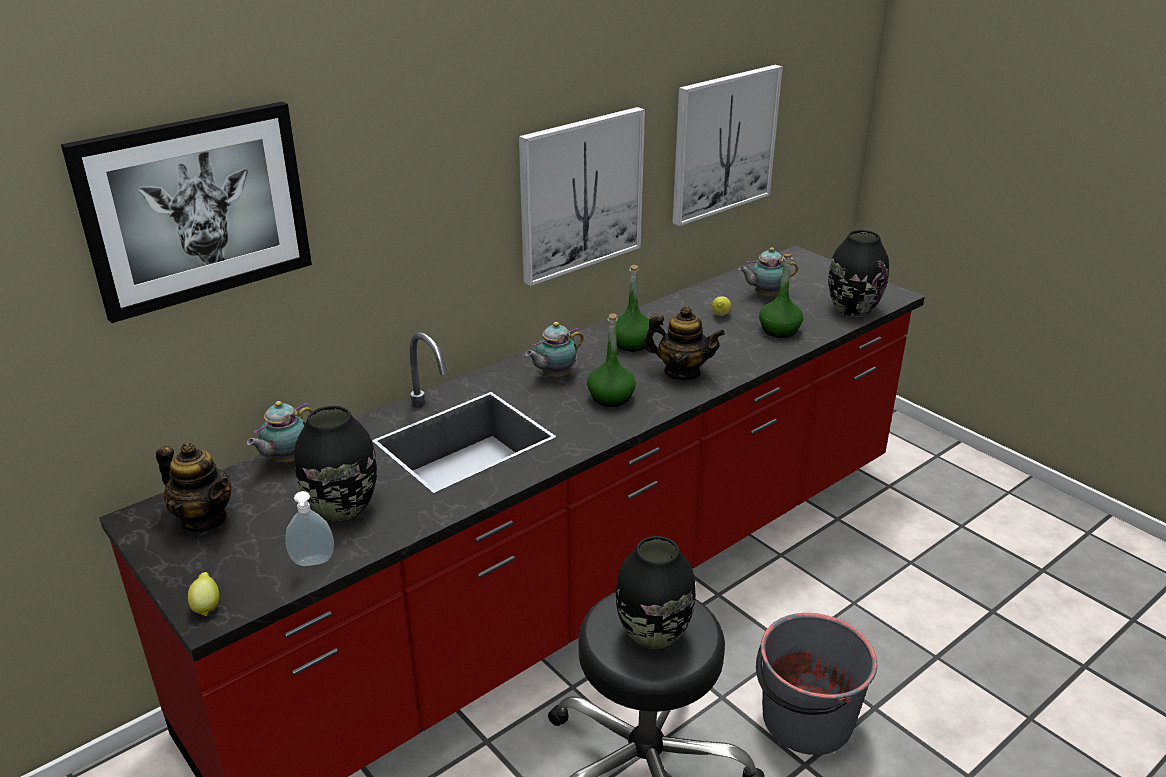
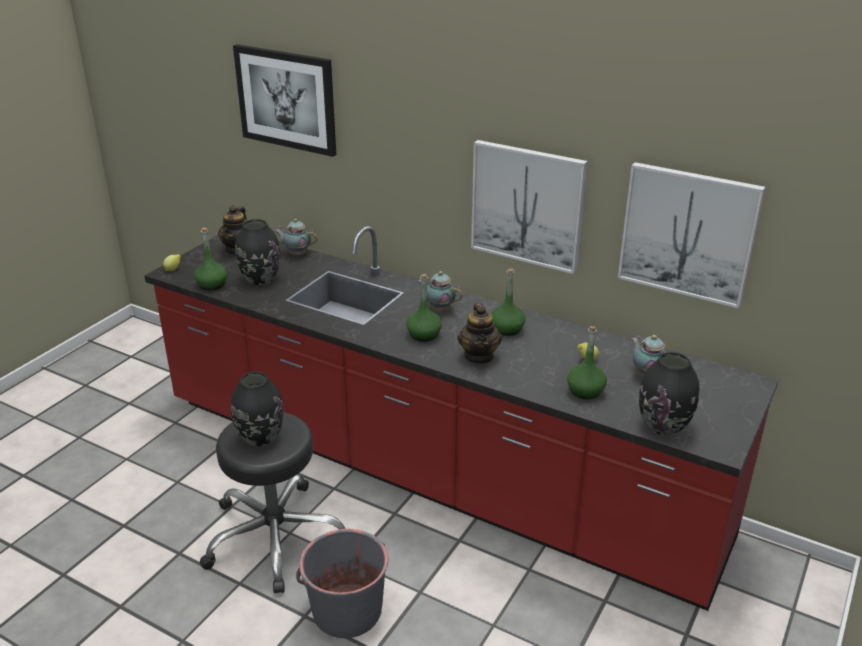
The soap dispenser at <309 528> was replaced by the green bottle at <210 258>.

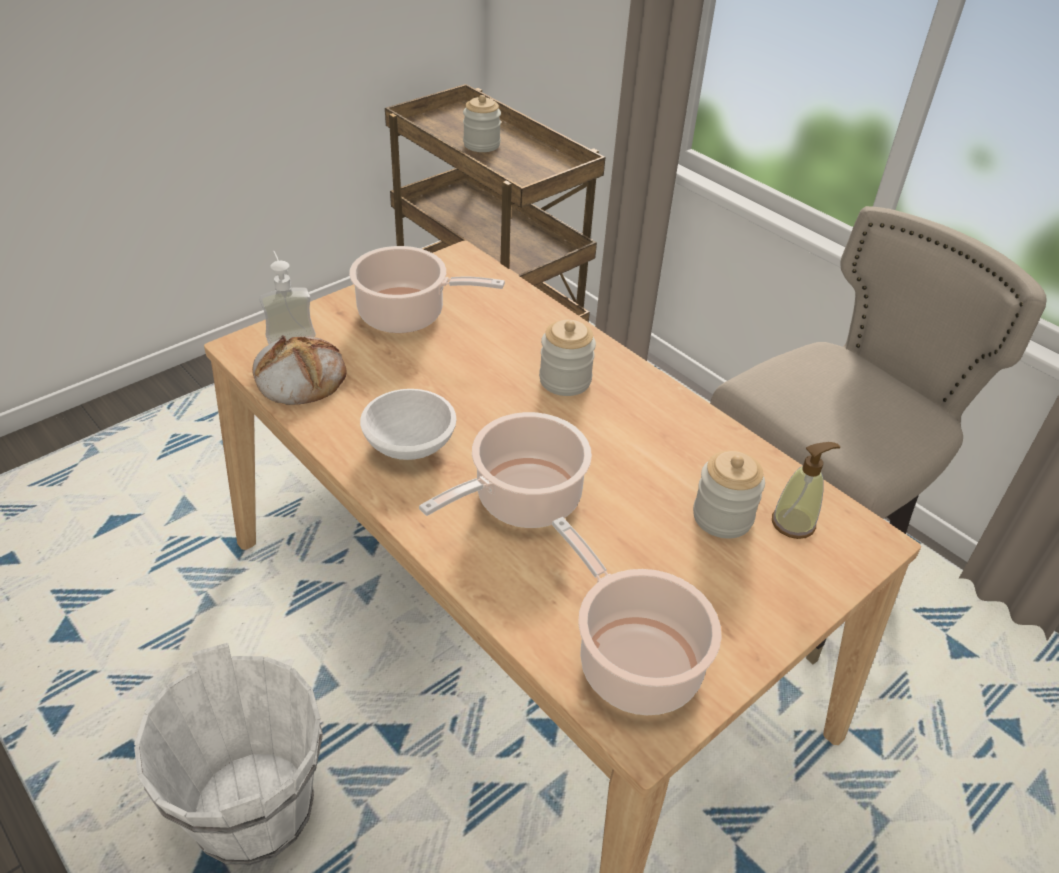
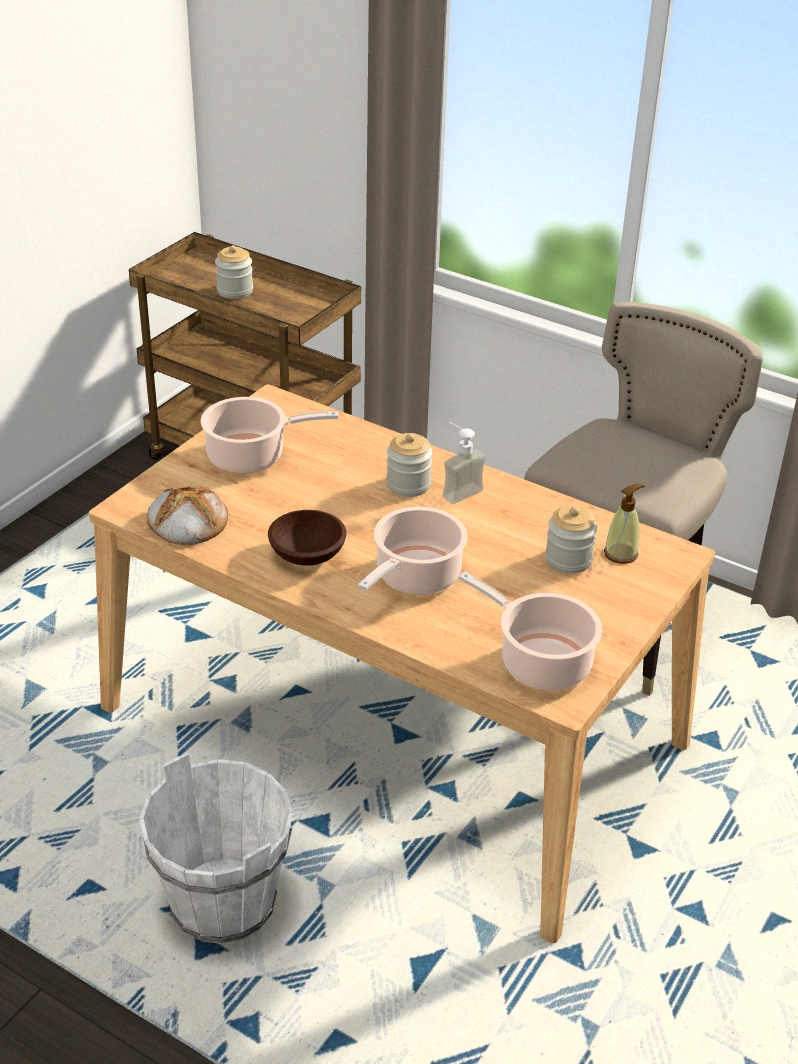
The white bowl at <408 424> became the brown bowl at <307 538>. The soap dispenser moved from <287 297> to <464 463>.

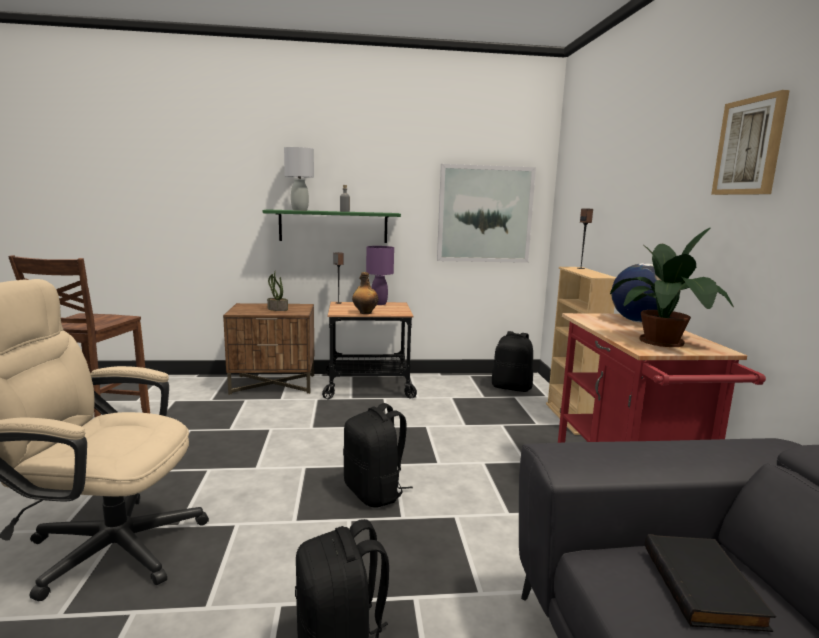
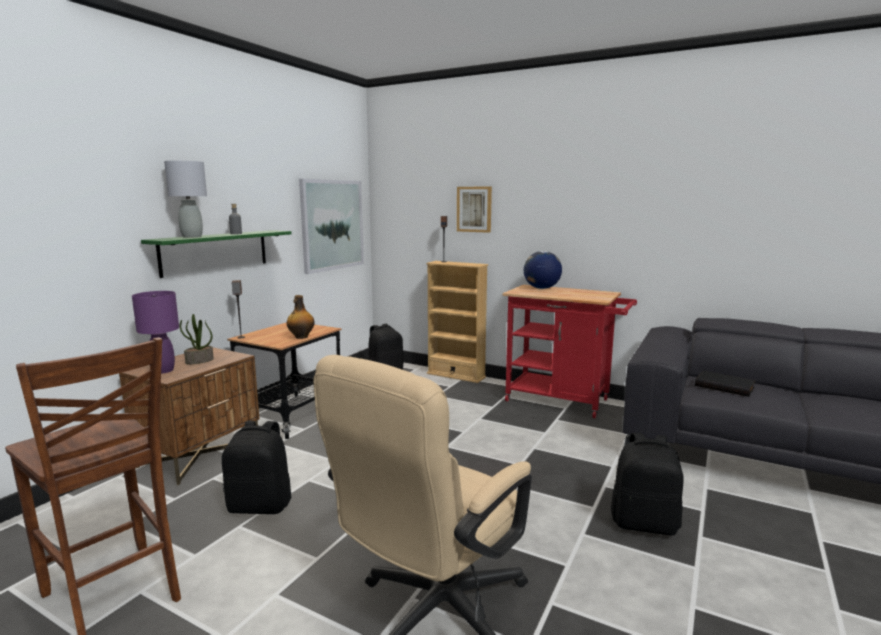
The purple table lamp moved from <380 275> to <155 332>. The black backpack moved from <378 455> to <256 467>. The picture moved from <750 142> to <474 209>. The potted plant at <672 287> disappeared.

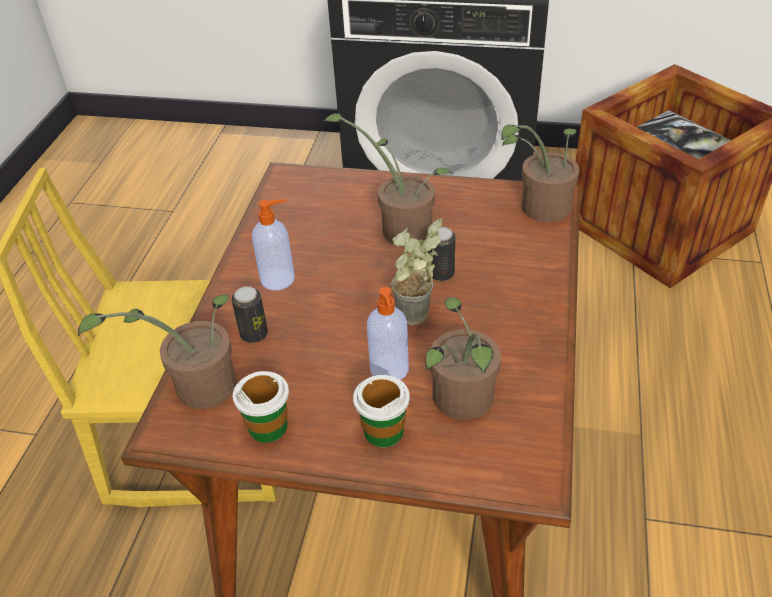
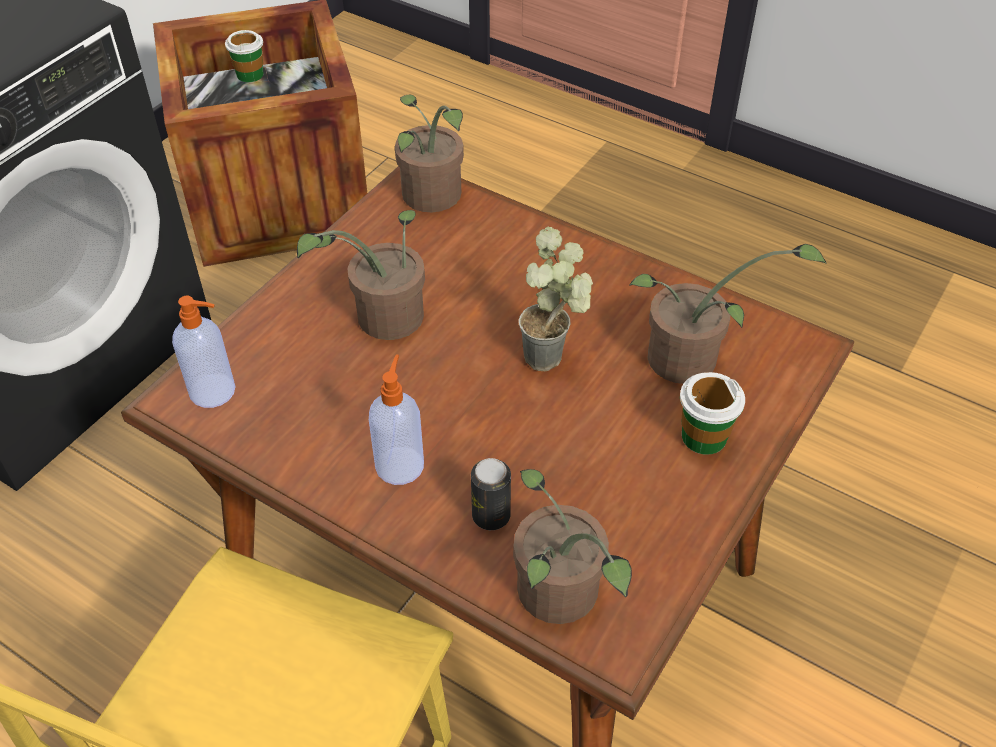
The soap dispenser moved from <388 333> to <204 352>. The cup moved from <261 407> to <244 56>. The can at <441 254> disappeared.

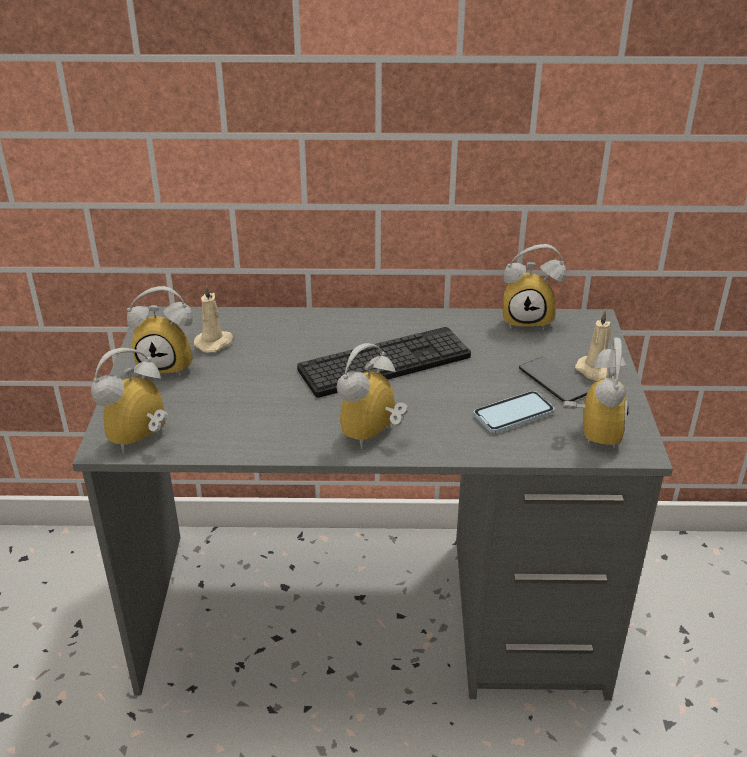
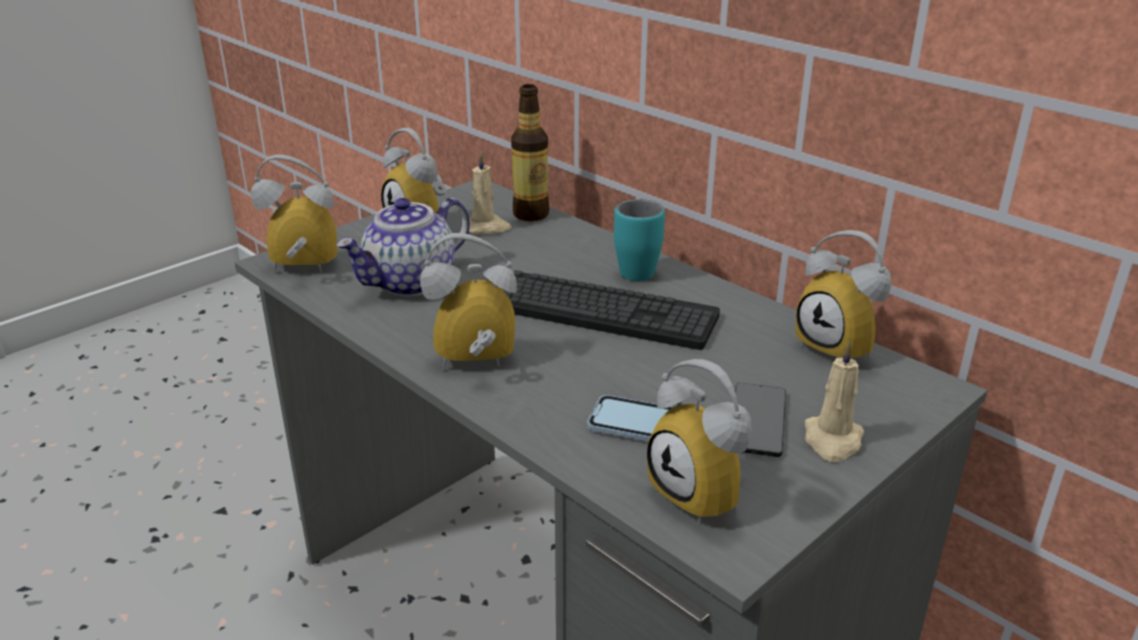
The teapot at <403 247> appeared. The bottle at <530 152> appeared. The turquoise mug at <639 240> appeared. The alarm clock at <596 393> turned 90 degrees clockwise.

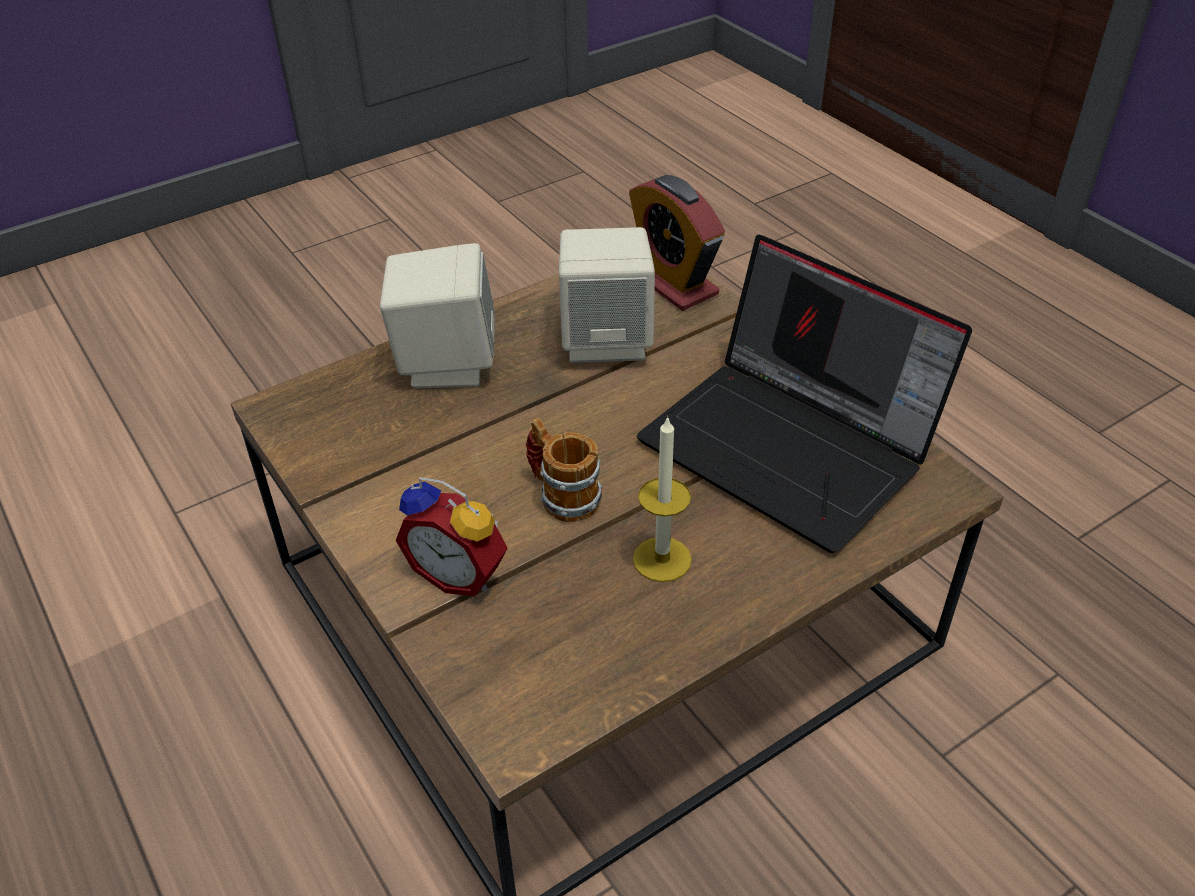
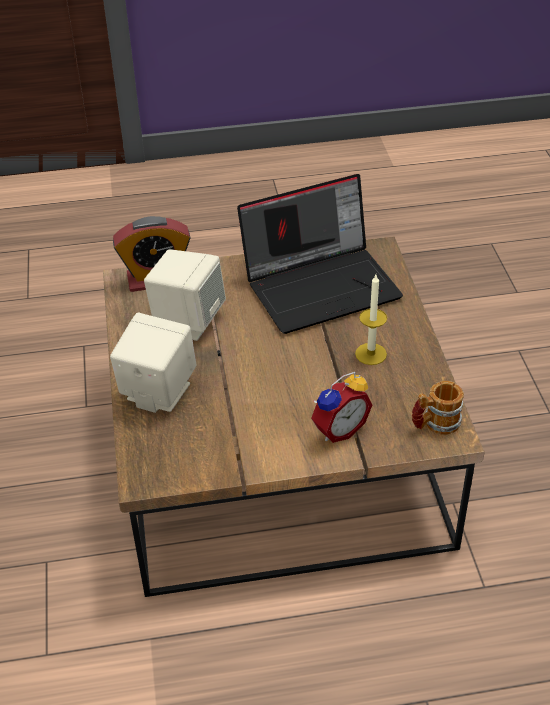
The mug moved from <564 470> to <438 408>.

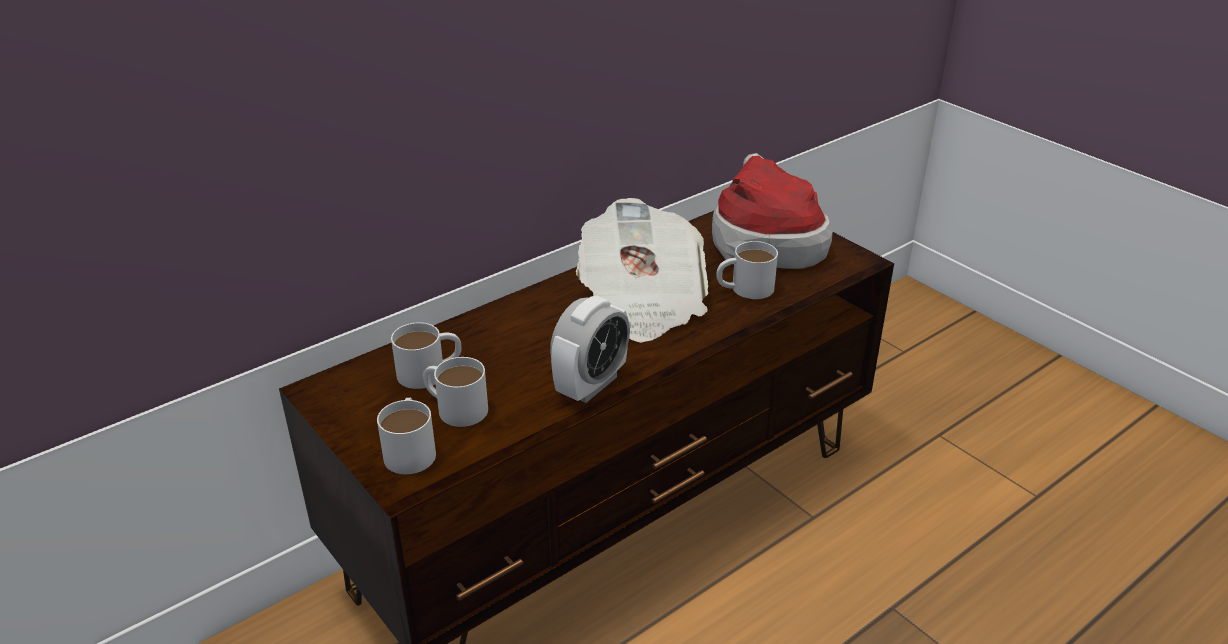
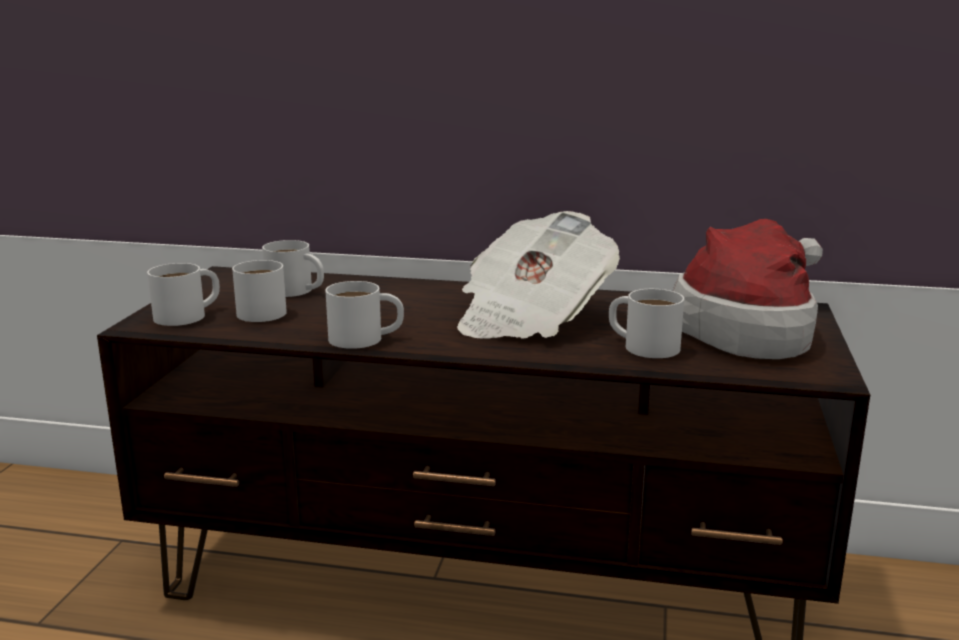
The alarm clock at <590 349> was replaced by the white mug at <364 315>.

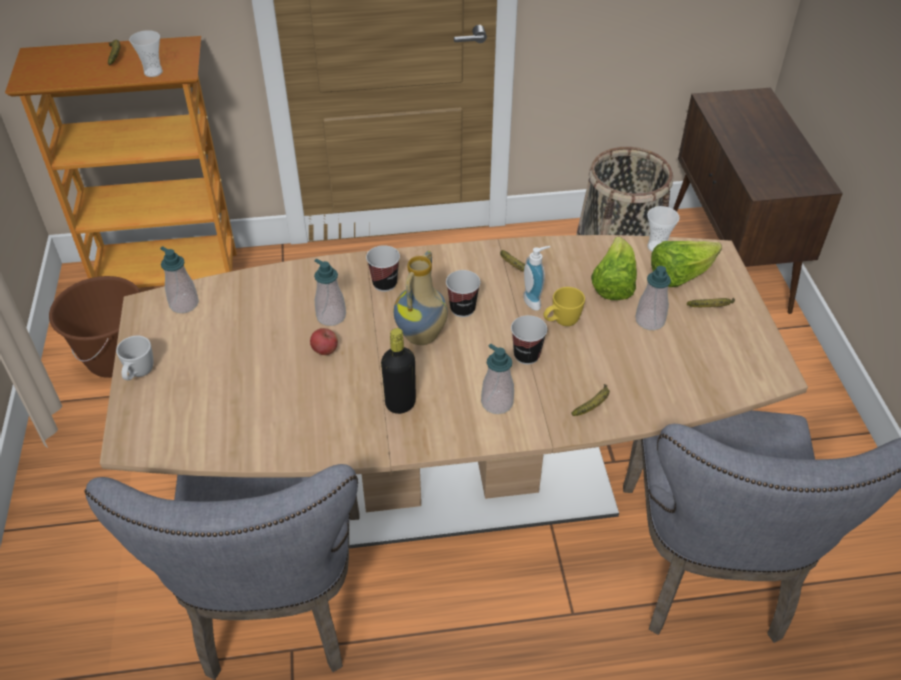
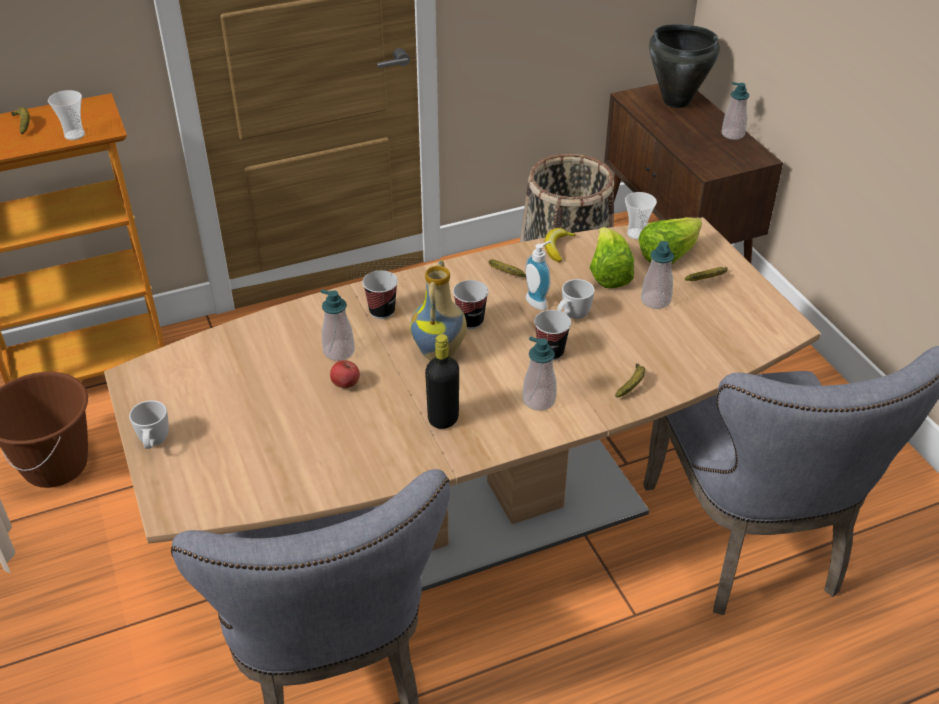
The banana at <560 245> appeared. The yellow mug at <564 306> became the white mug at <576 299>. The black cooking pot at <684 66> appeared. The soap dispenser moved from <179 279> to <735 111>.

